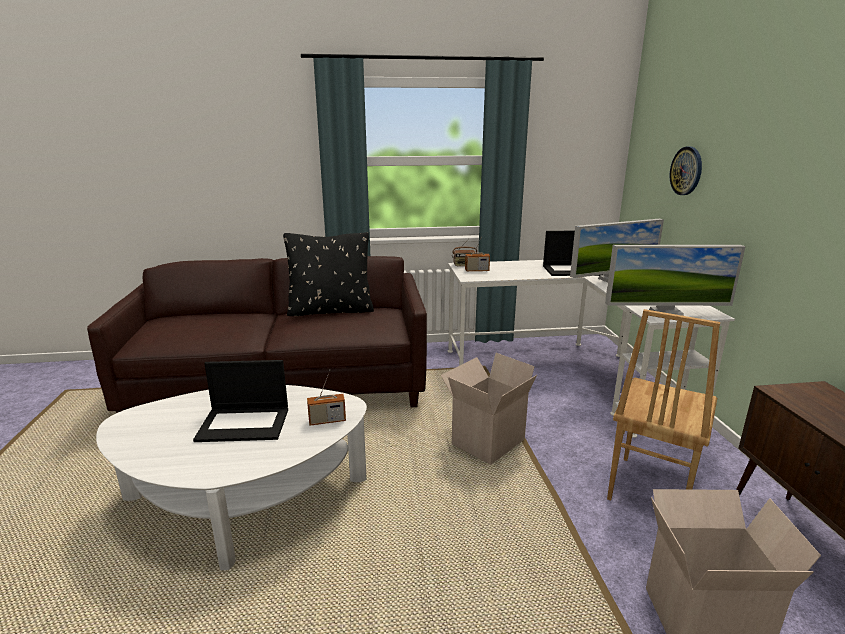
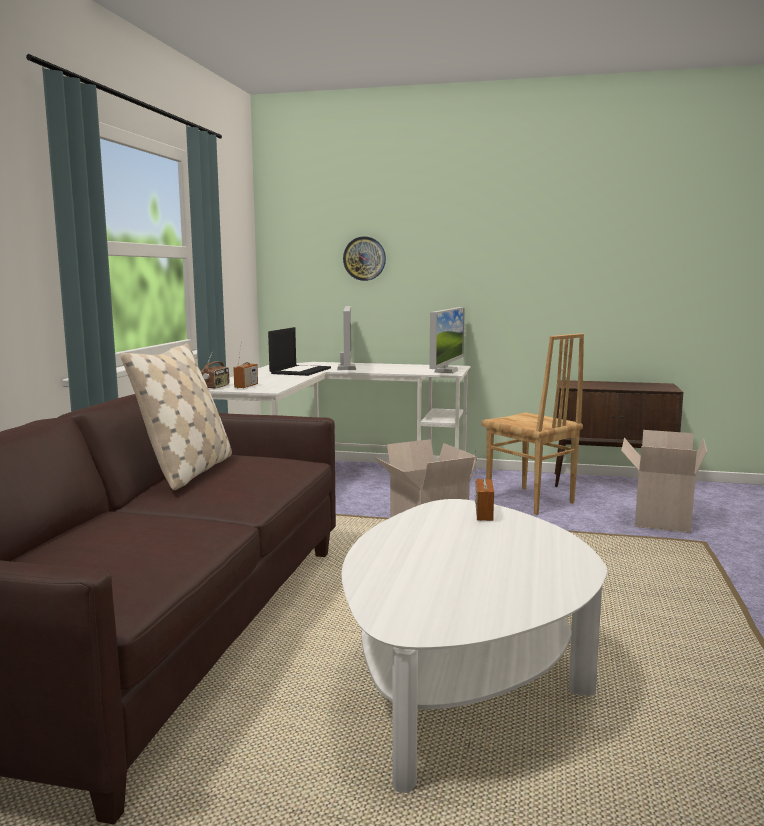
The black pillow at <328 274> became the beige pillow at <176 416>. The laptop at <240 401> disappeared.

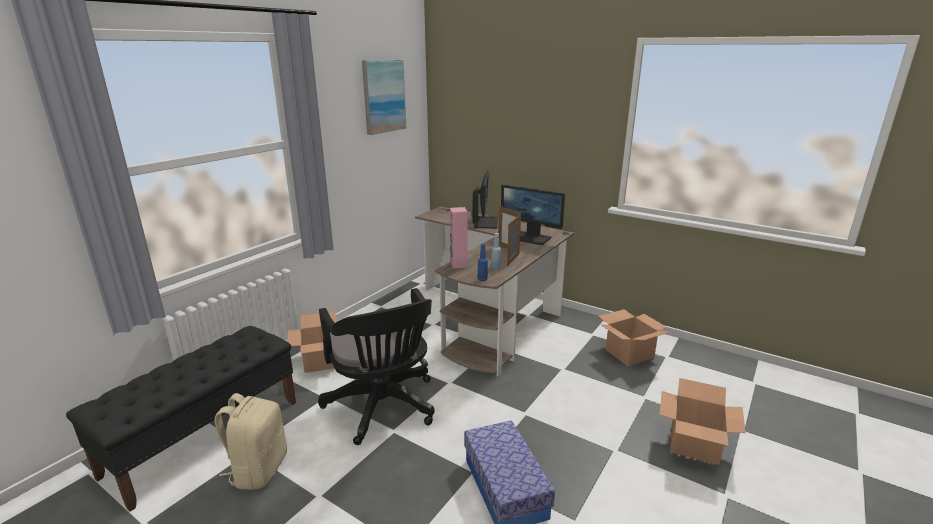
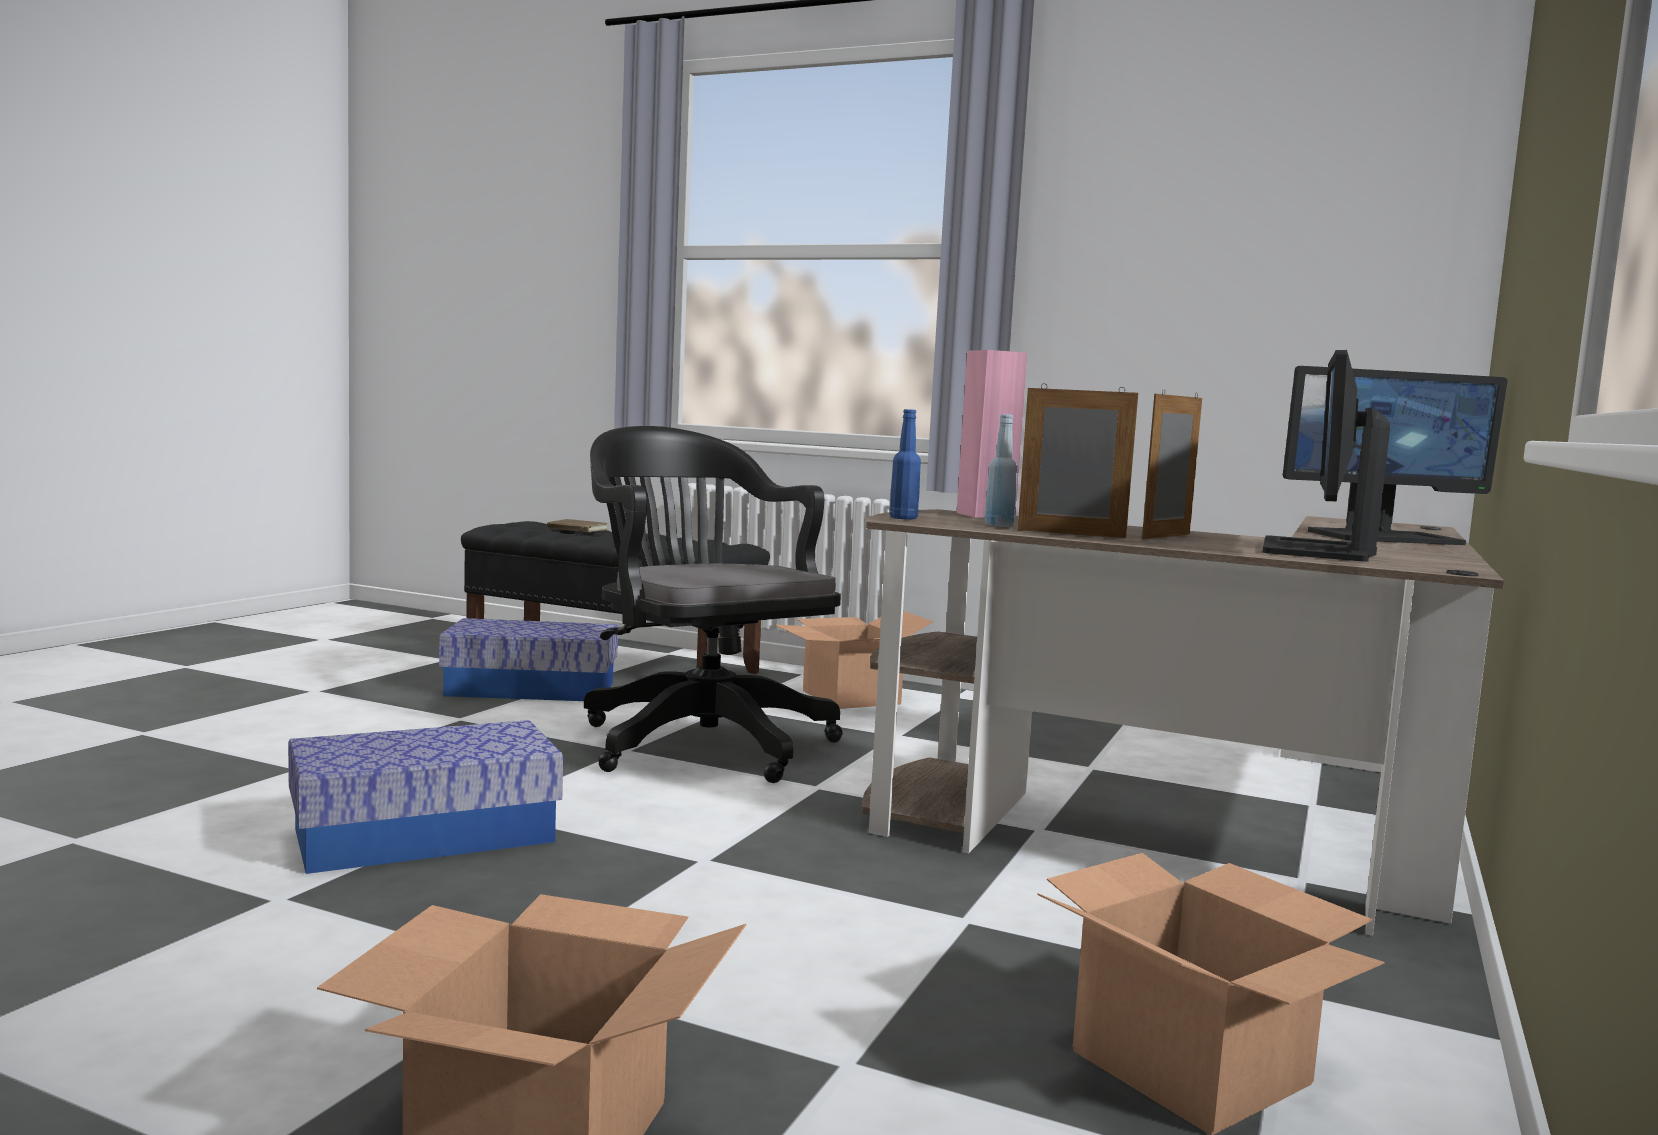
The beige backpack at <251 441> was replaced by the storage box at <528 659>. The brown book at <577 525> appeared. The black office chair at <376 366> turned 90 degrees clockwise. The picture at <384 97> disappeared.

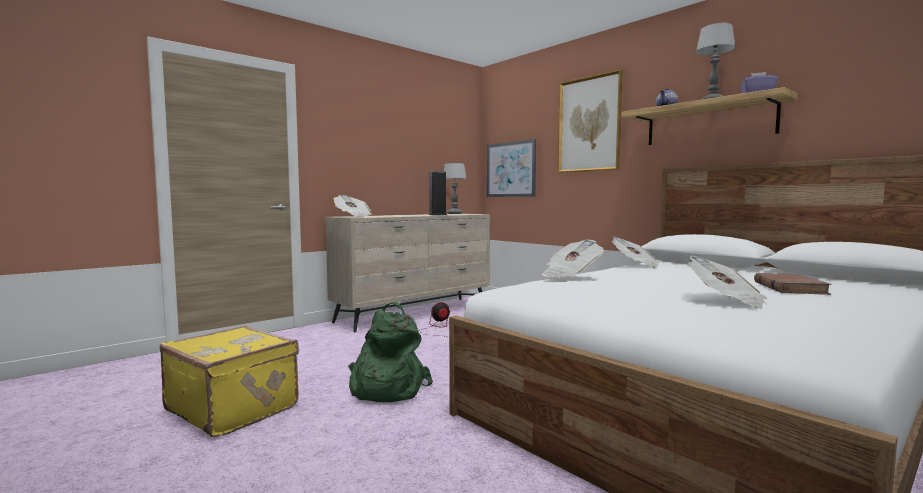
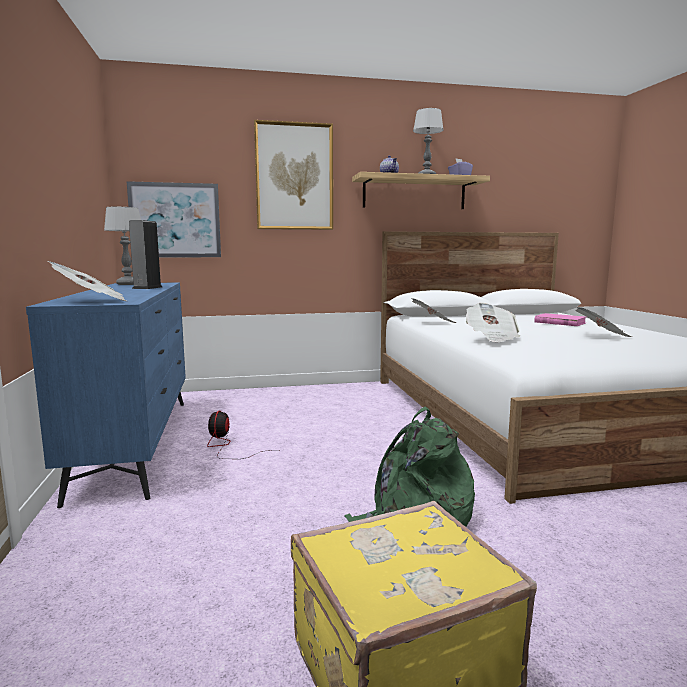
The beige dresser at <407 272> became the blue dresser at <106 395>. The brown book at <793 284> became the pink book at <560 319>.

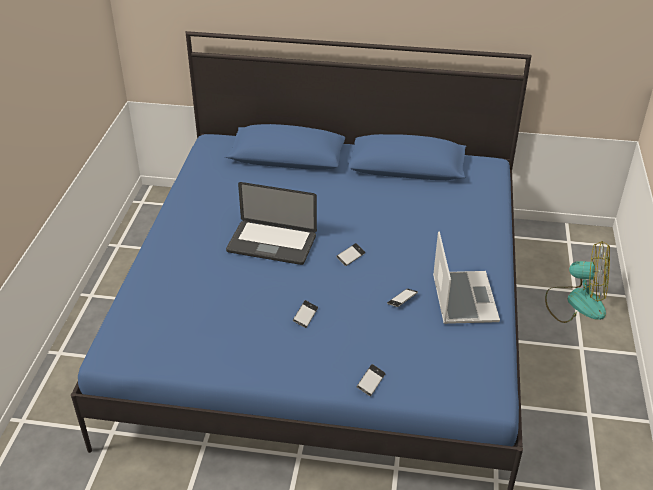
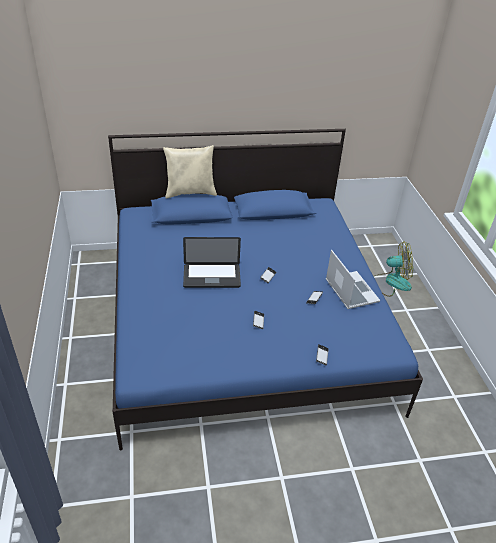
The beige pillow at <190 171> appeared.

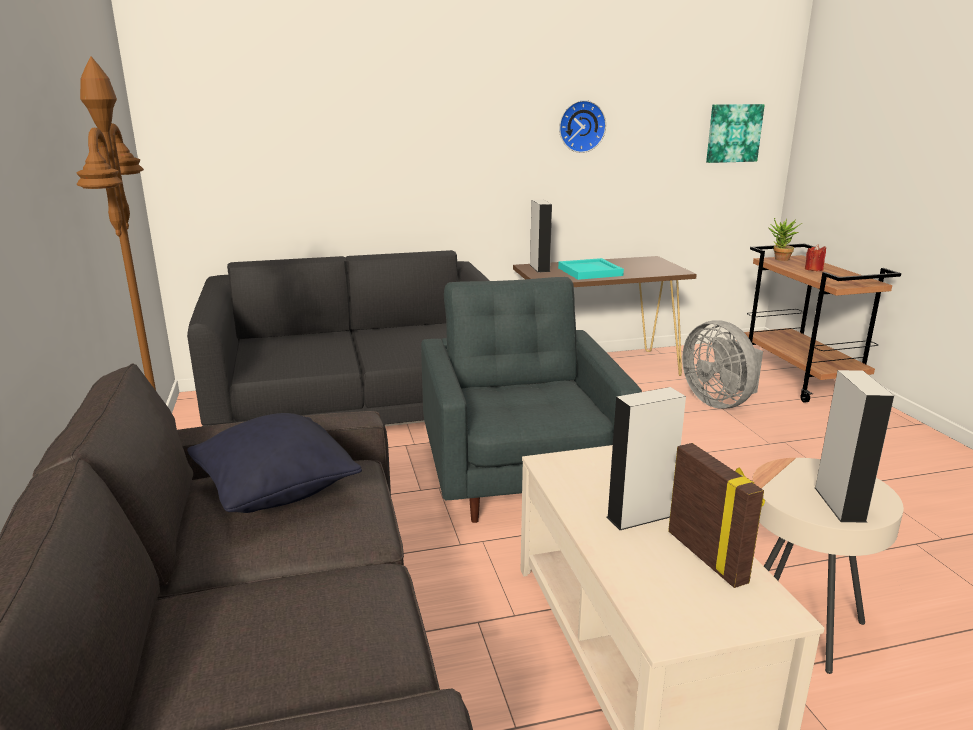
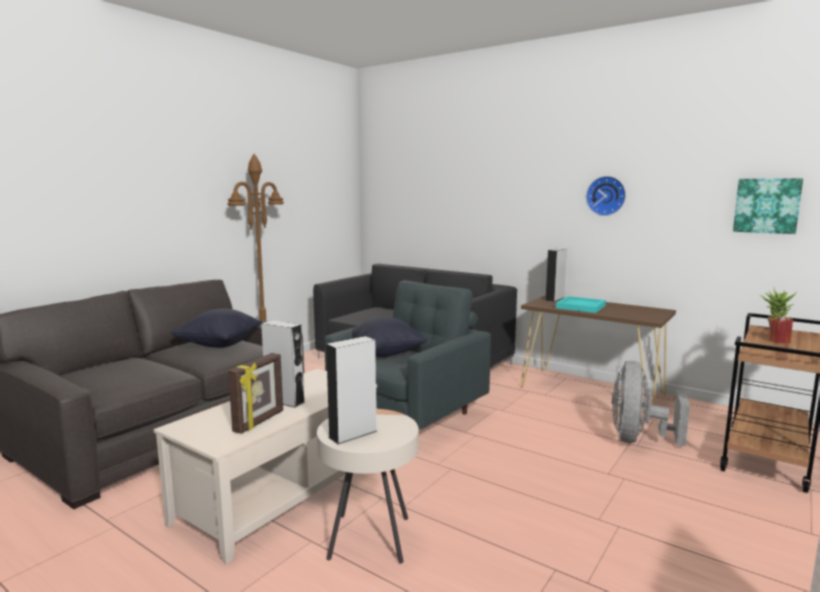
The black pillow at <390 337> appeared.

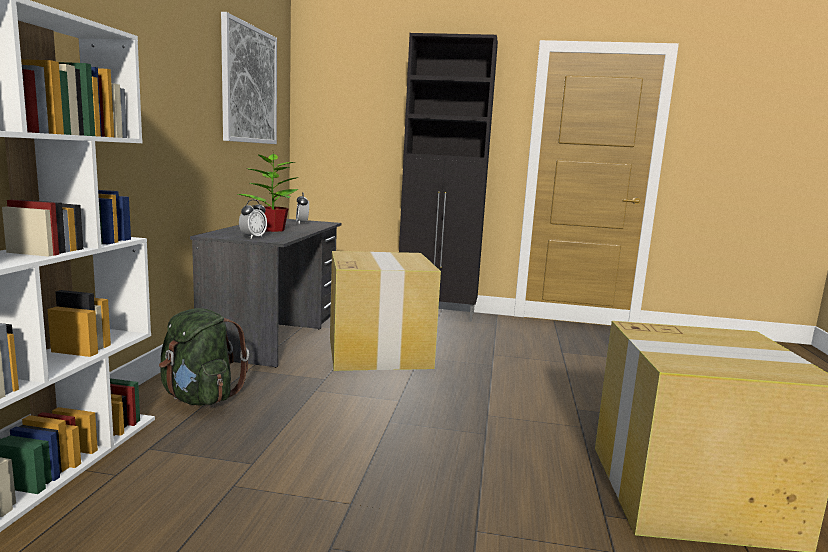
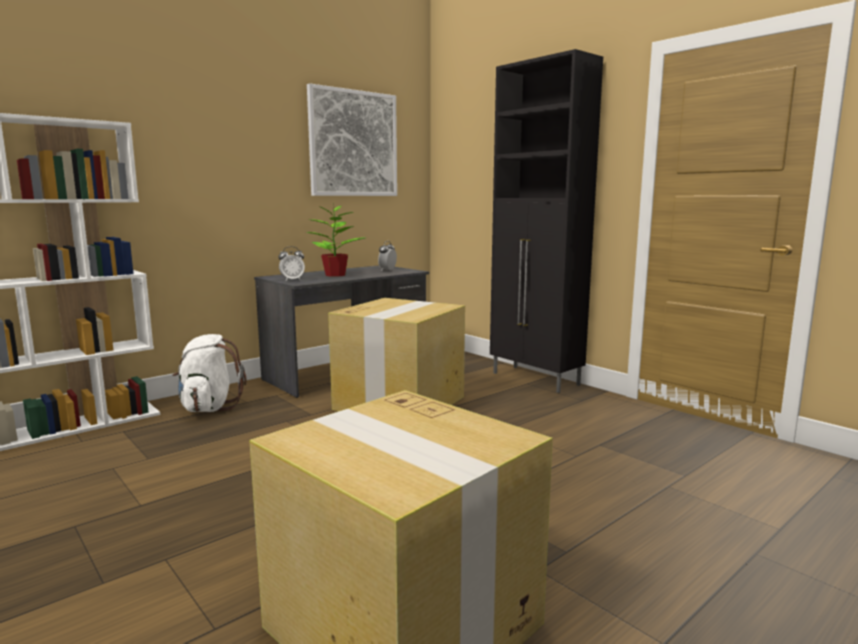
The green backpack at <204 357> became the white backpack at <210 373>.

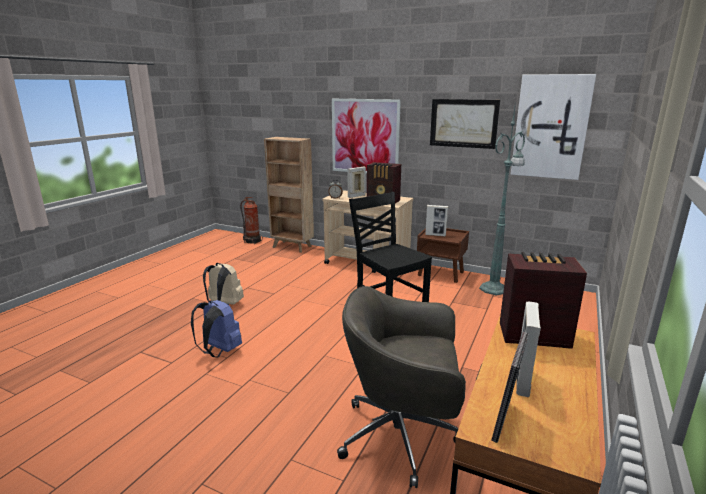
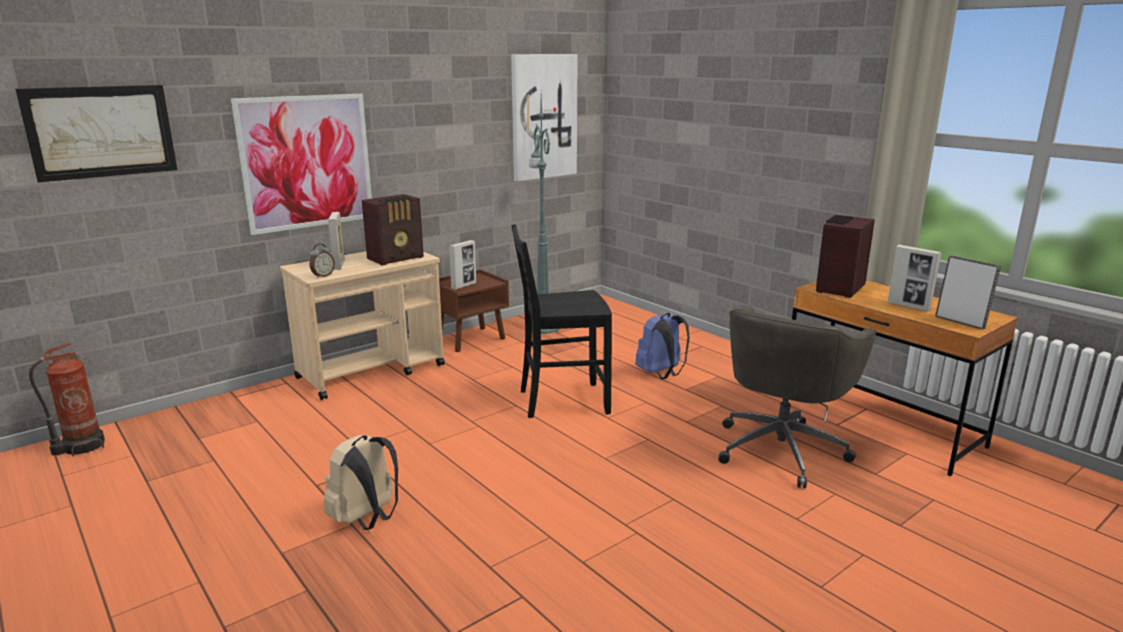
The picture moved from <465 124> to <96 133>. The blue backpack moved from <216 329> to <662 346>. The brown bookcase at <289 195> disappeared.

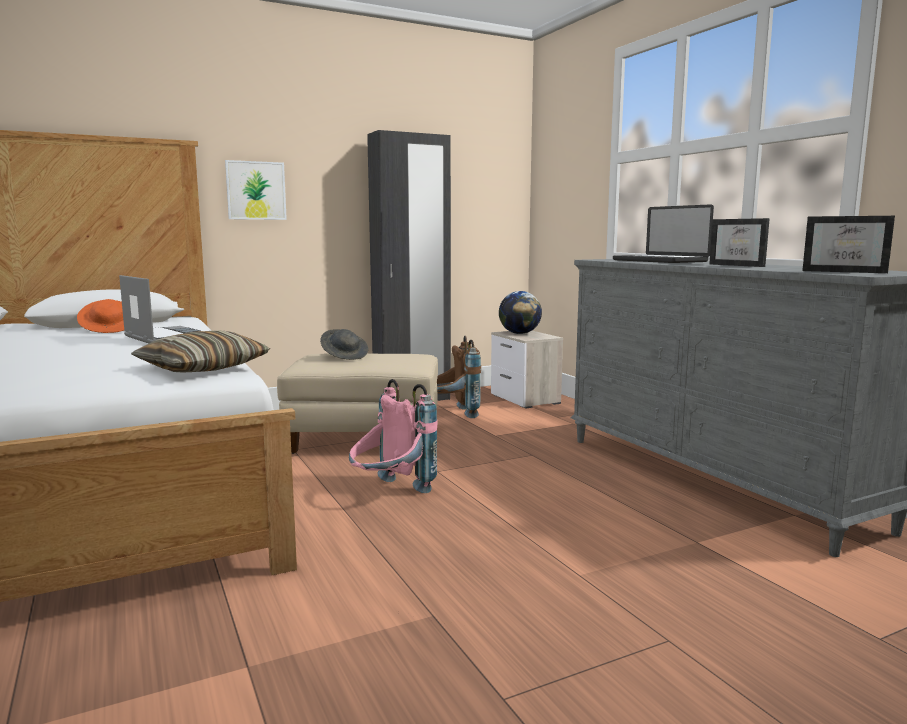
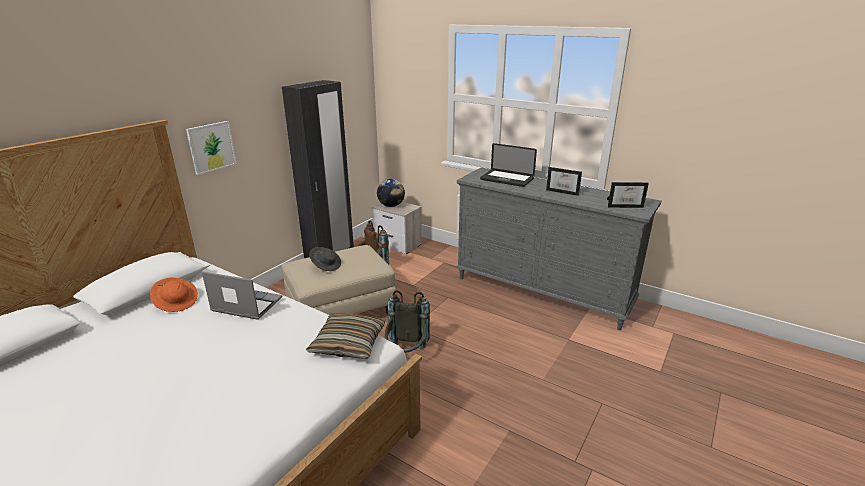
The pink backpack at <393 436> became the grey backpack at <407 321>.

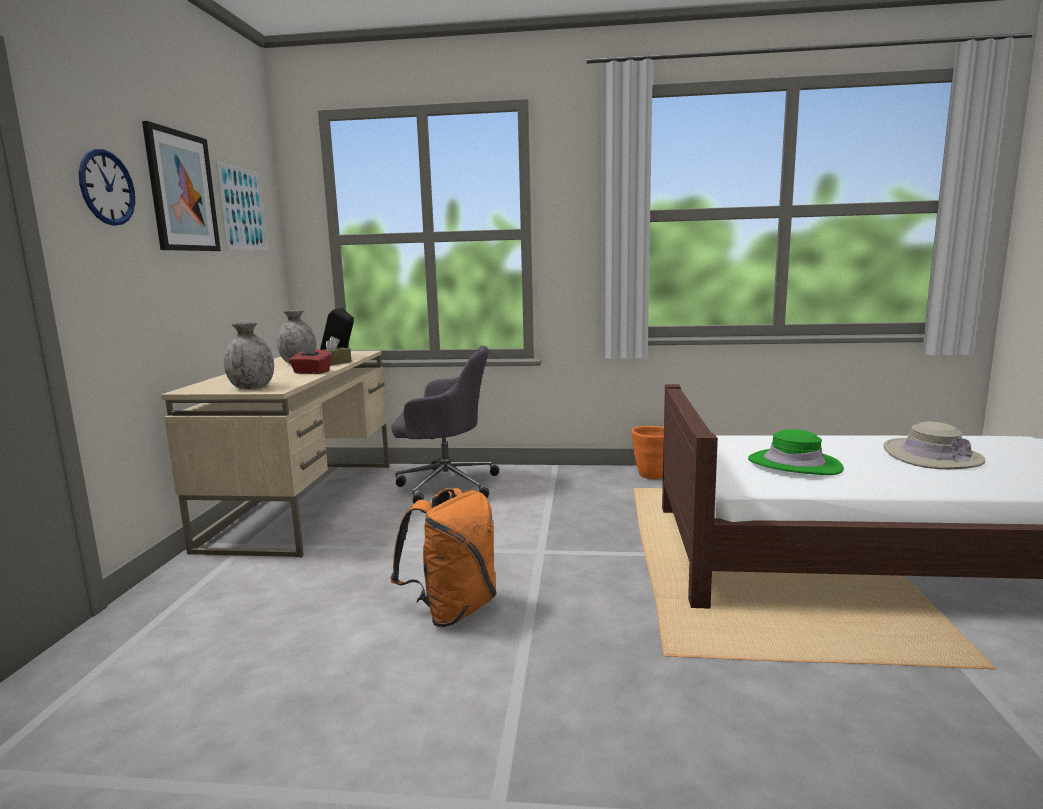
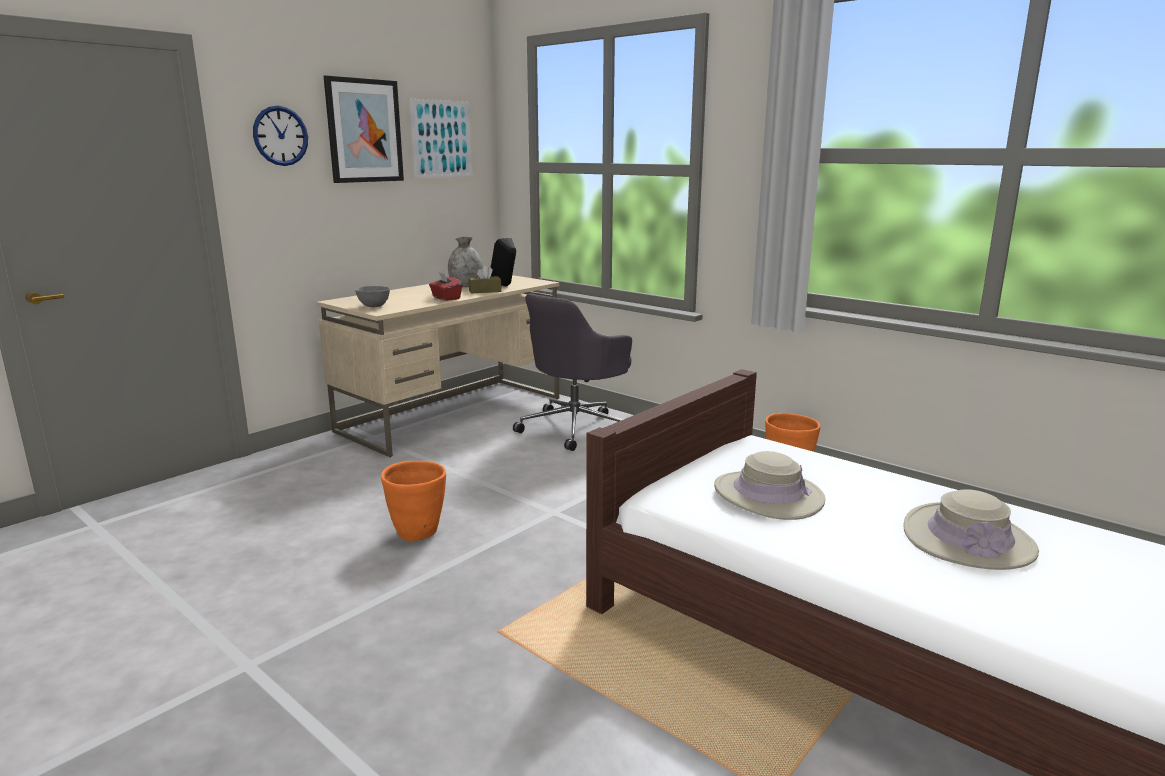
The grey vase at <249 355> was replaced by the grey bowl at <372 296>. The orange backpack at <443 557> was replaced by the orange planter at <413 501>. The grey office chair at <445 424> turned 90 degrees clockwise. The green hat at <796 452> became the beige hat at <769 485>.

